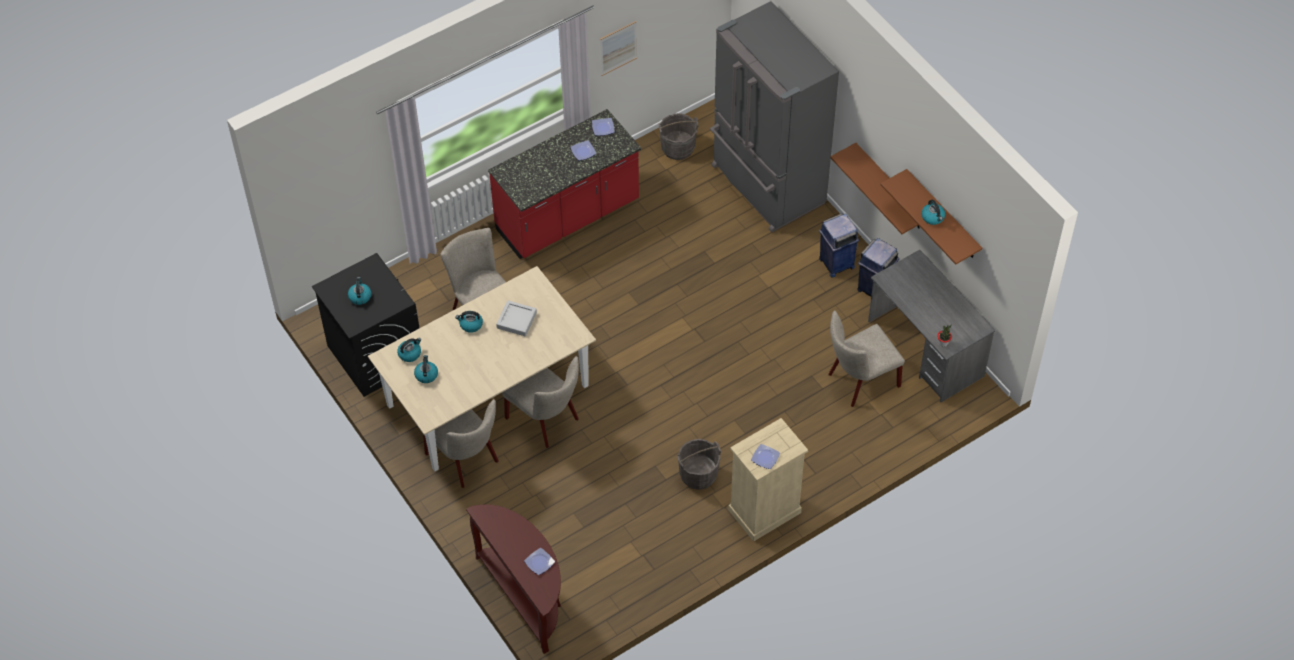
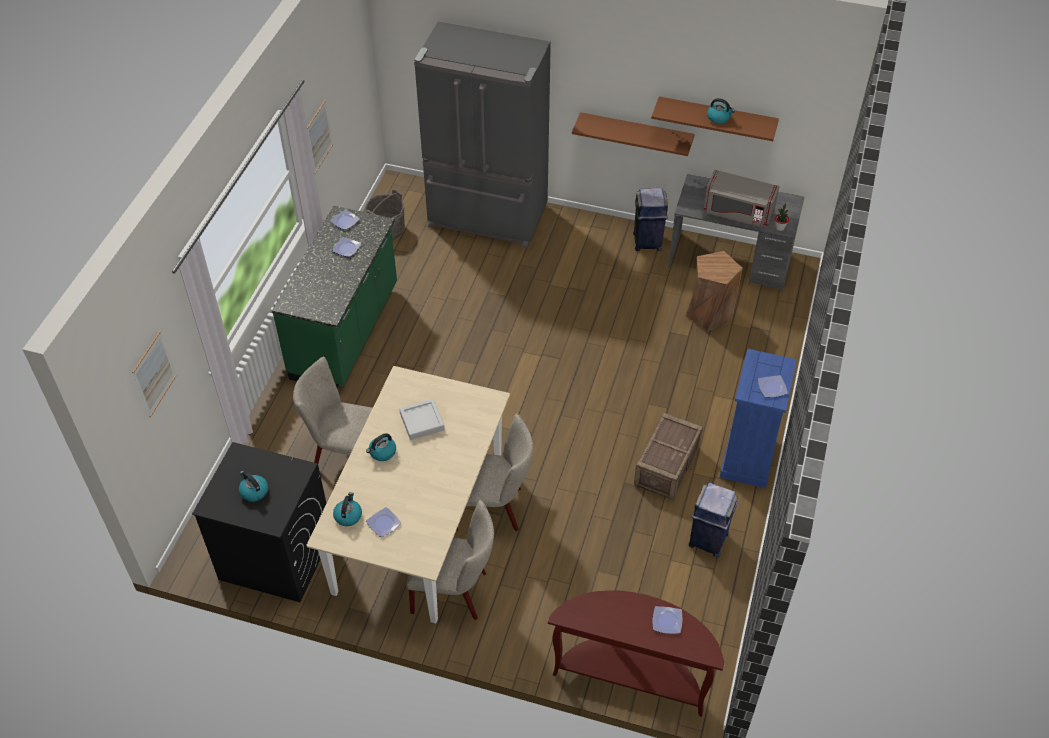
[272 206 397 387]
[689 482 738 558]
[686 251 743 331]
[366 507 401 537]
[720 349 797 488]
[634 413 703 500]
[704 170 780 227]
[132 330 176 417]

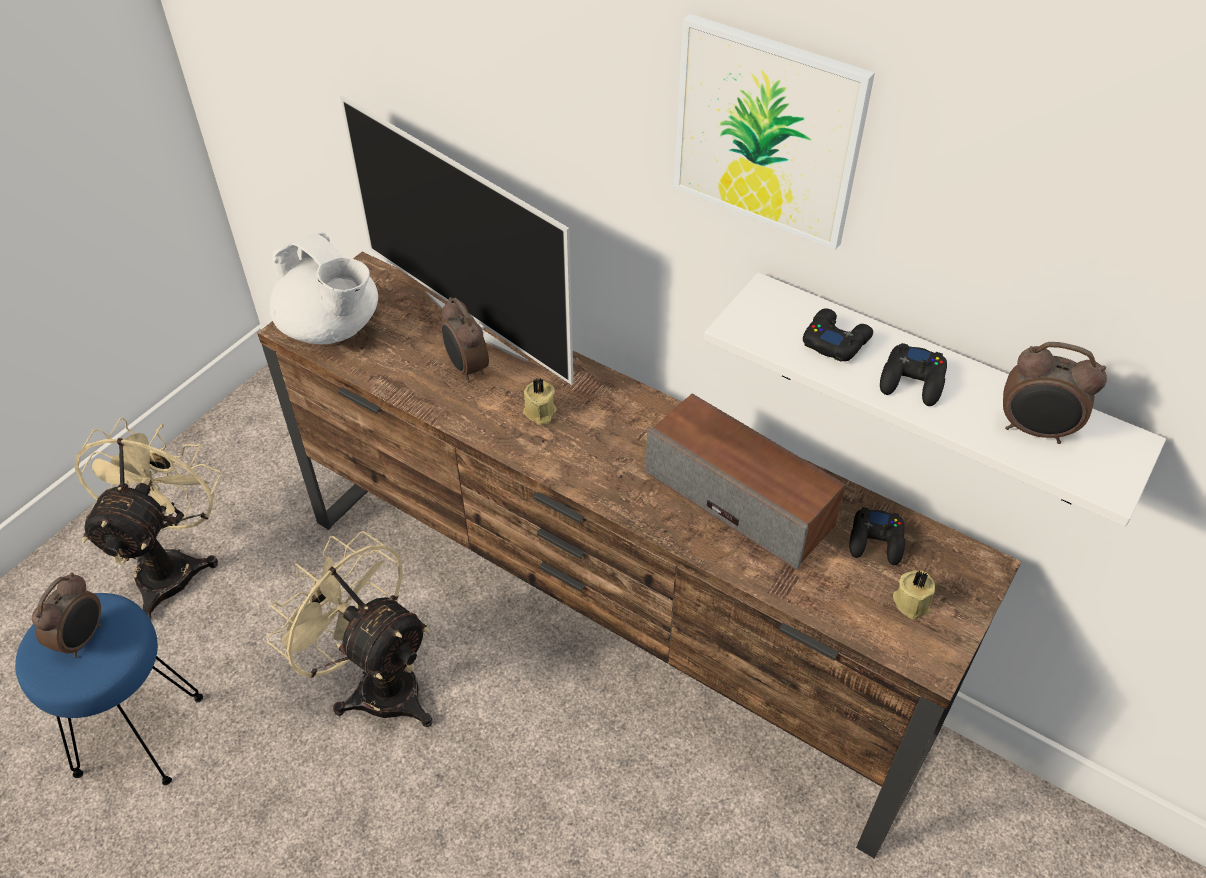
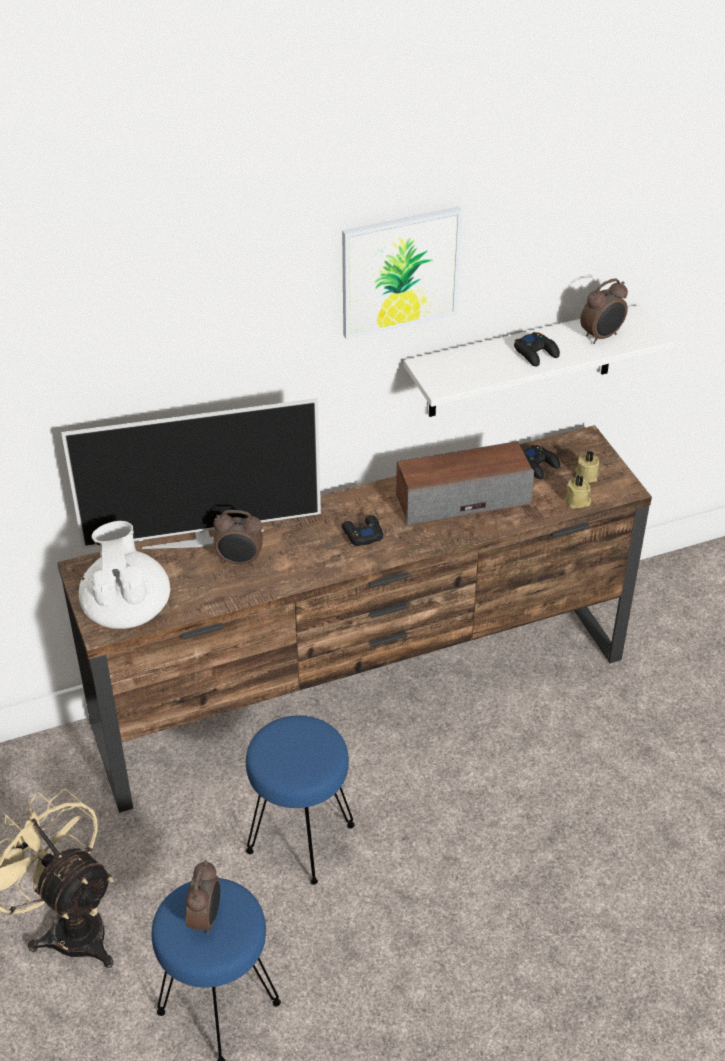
[79 521 170 629]
[342 515 383 546]
[564 475 591 509]
[246 716 355 885]
[185 860 220 935]

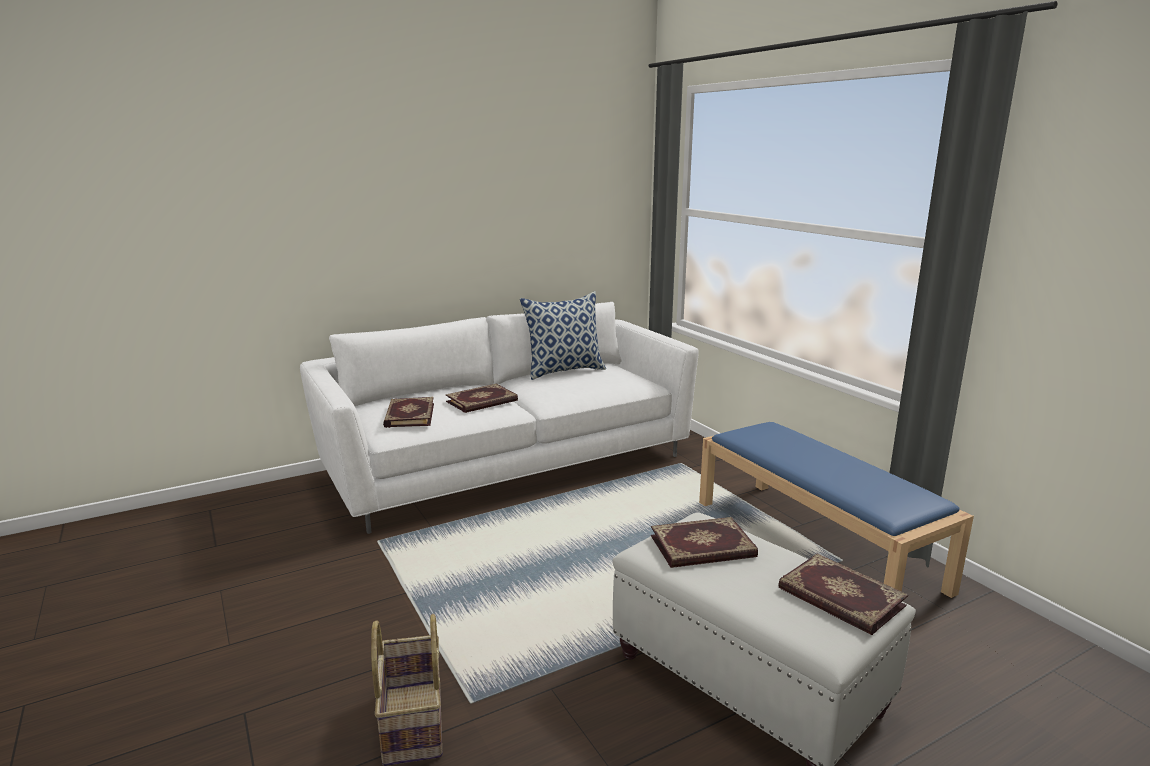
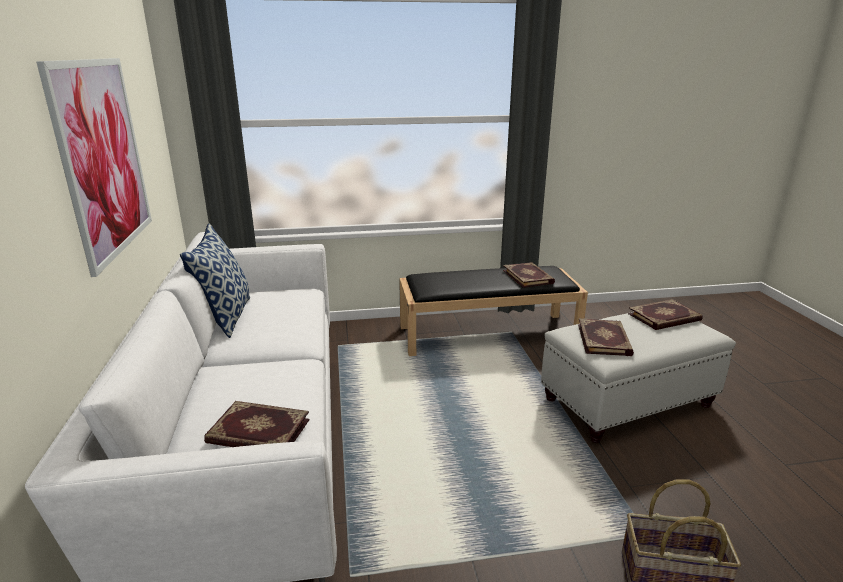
[503 262 555 288]
[399 266 588 356]
[36 58 152 277]

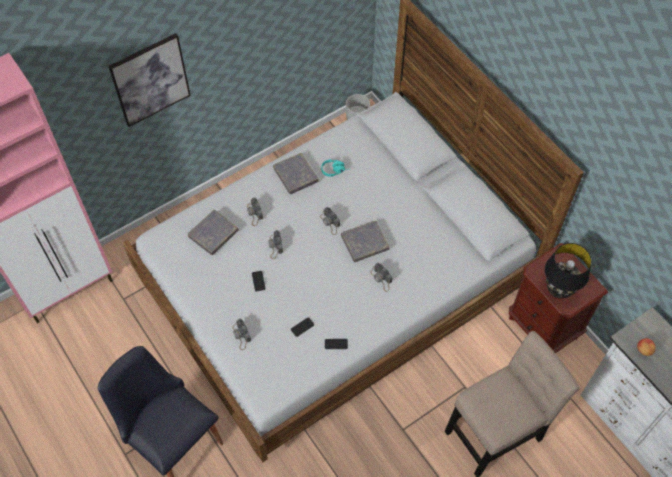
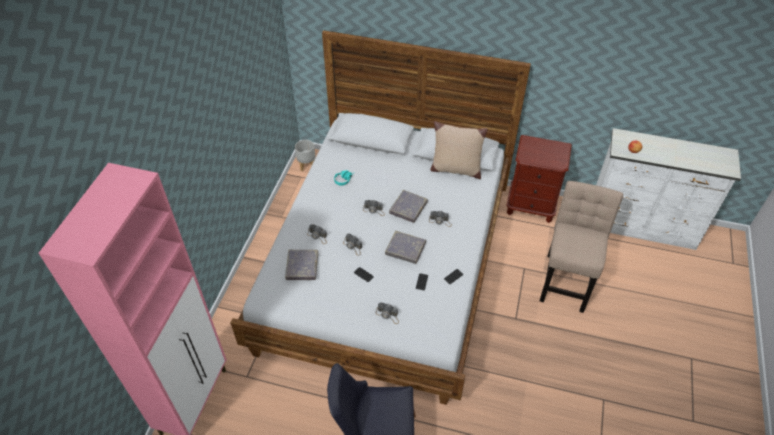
[109 33 191 127] (first image)
[385 231 426 264]
[545 243 592 299] (first image)
[430 121 488 179]

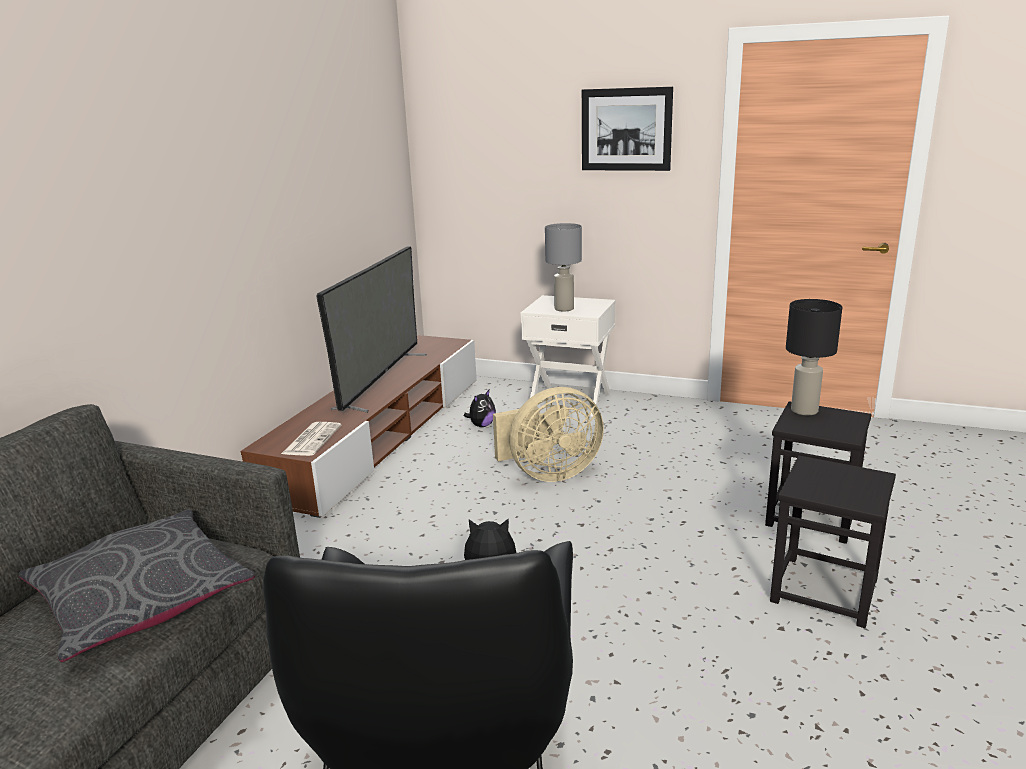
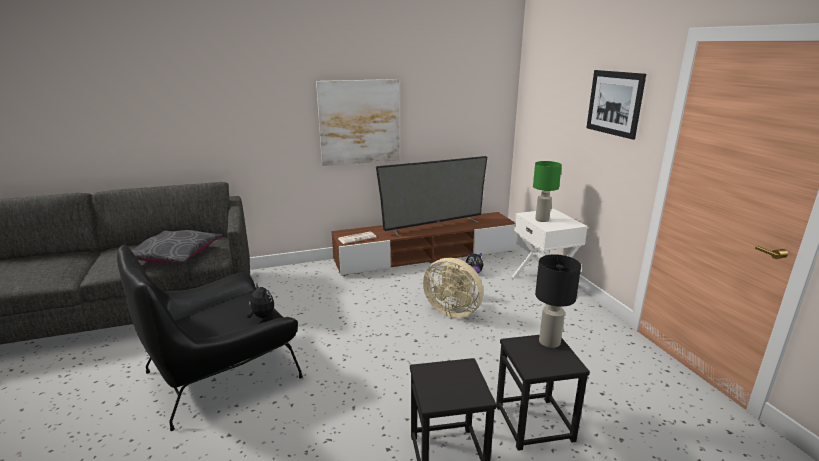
[533 161 562 222]
[316 79 400 166]

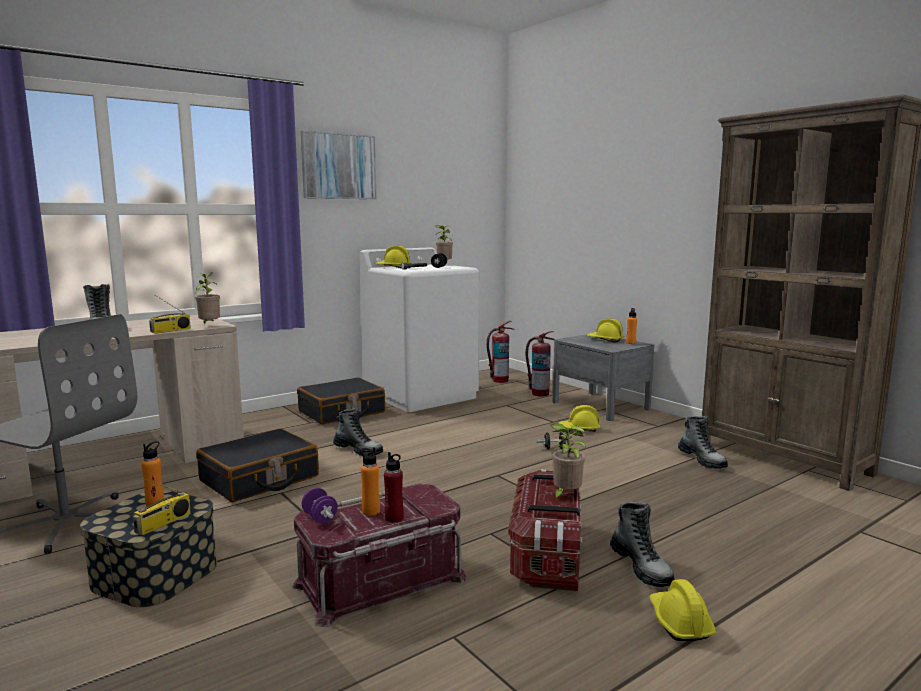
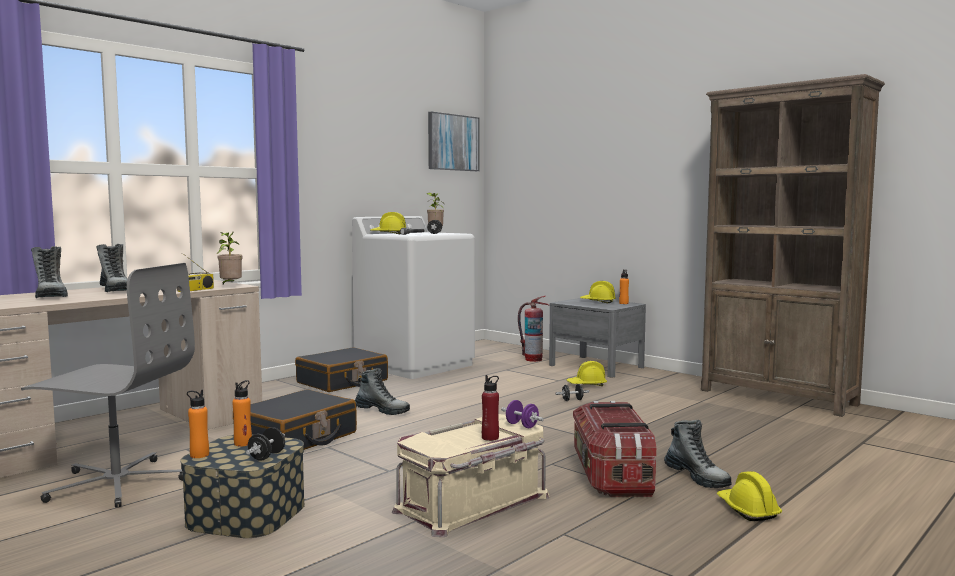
[428 111 480 171]
[487 321 514 383] (first image)
[31 246 68 298]
[551 423 586 500] (first image)
[187 390 209 458]
[246 427 285 461]
[392 414 549 537]
[501 400 544 428]

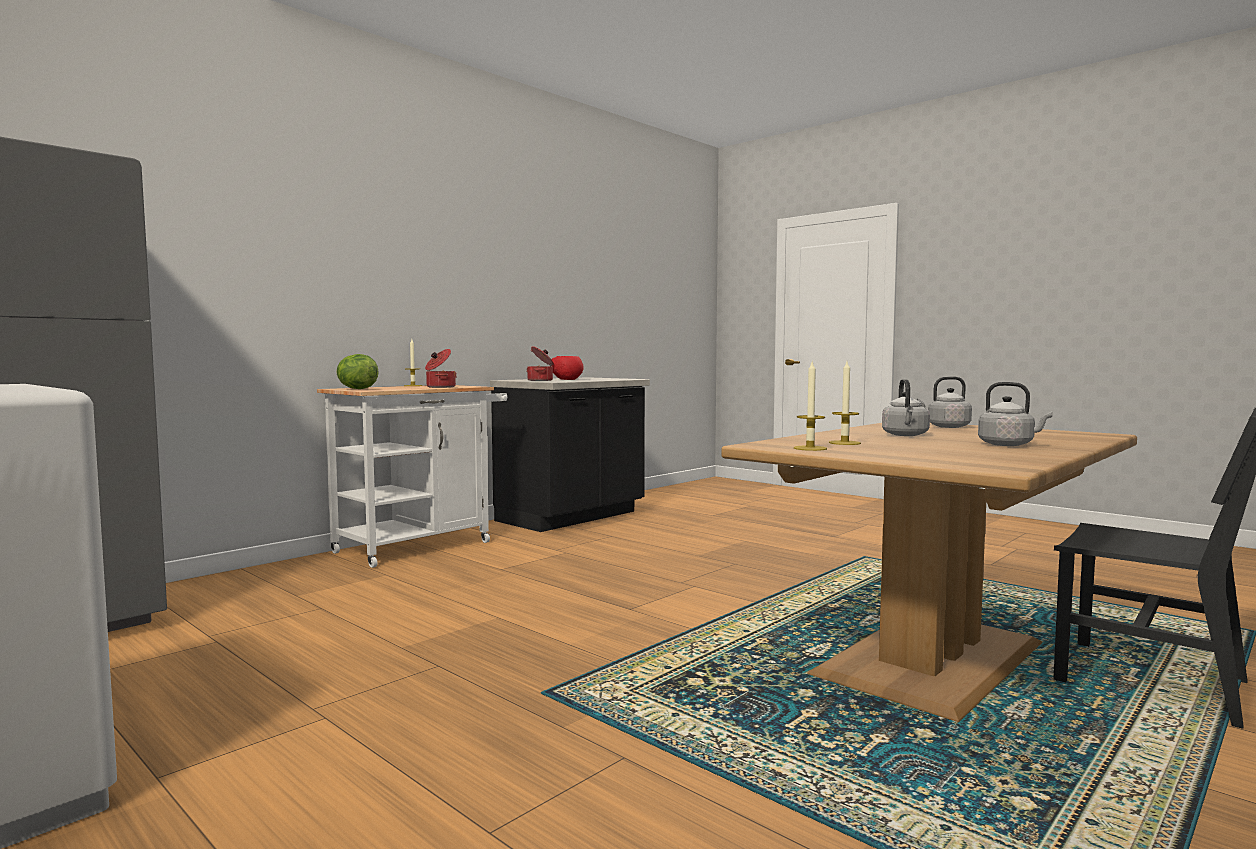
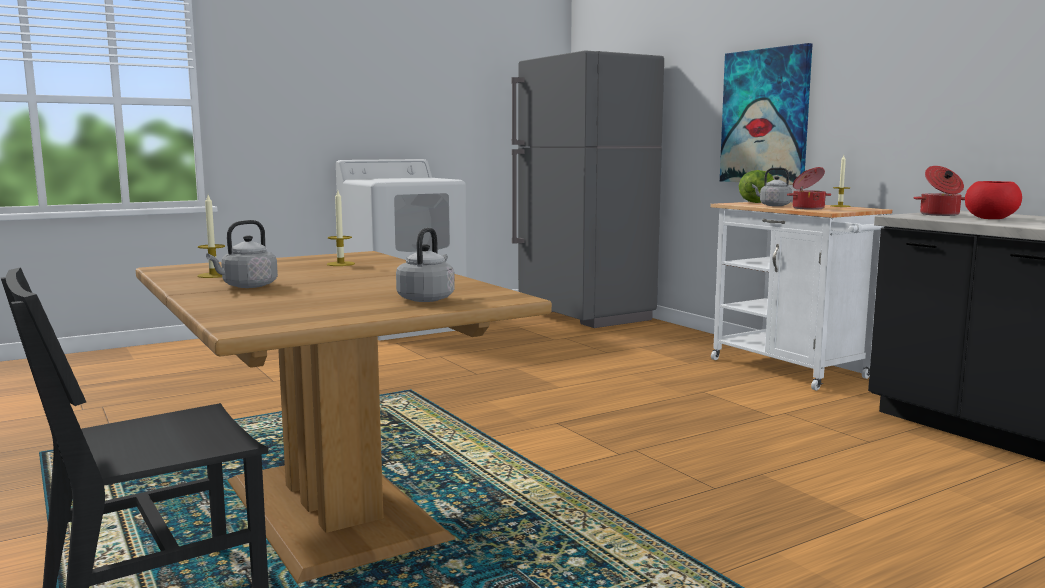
[197 195 225 278]
[752 167 792 206]
[720 43 812 185]

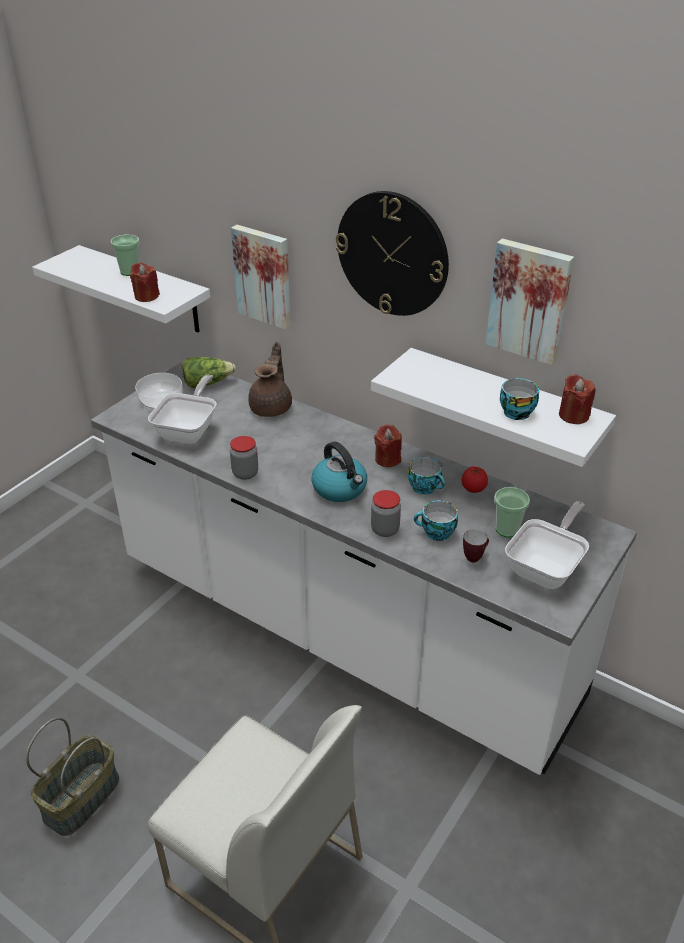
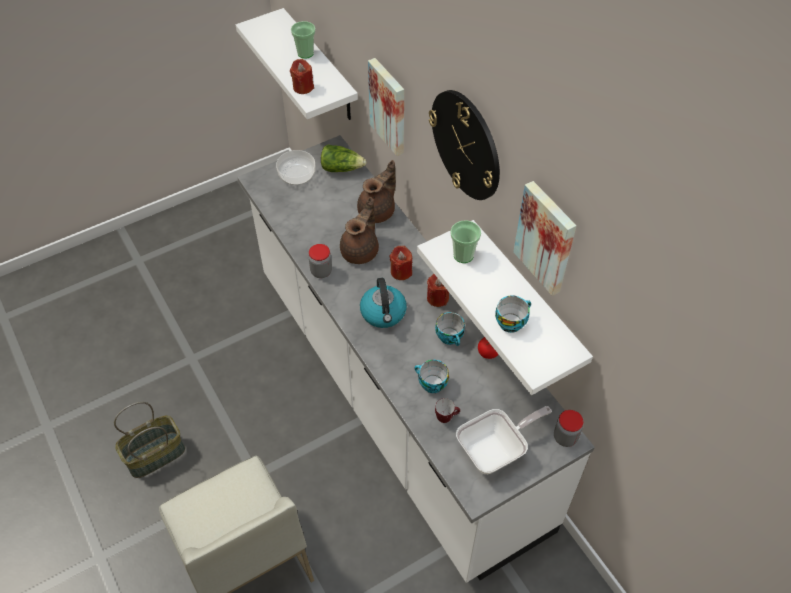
[389 246 413 280]
[148 375 217 444] (first image)
[450 220 481 263]
[554 410 583 447]
[340 197 379 264]

